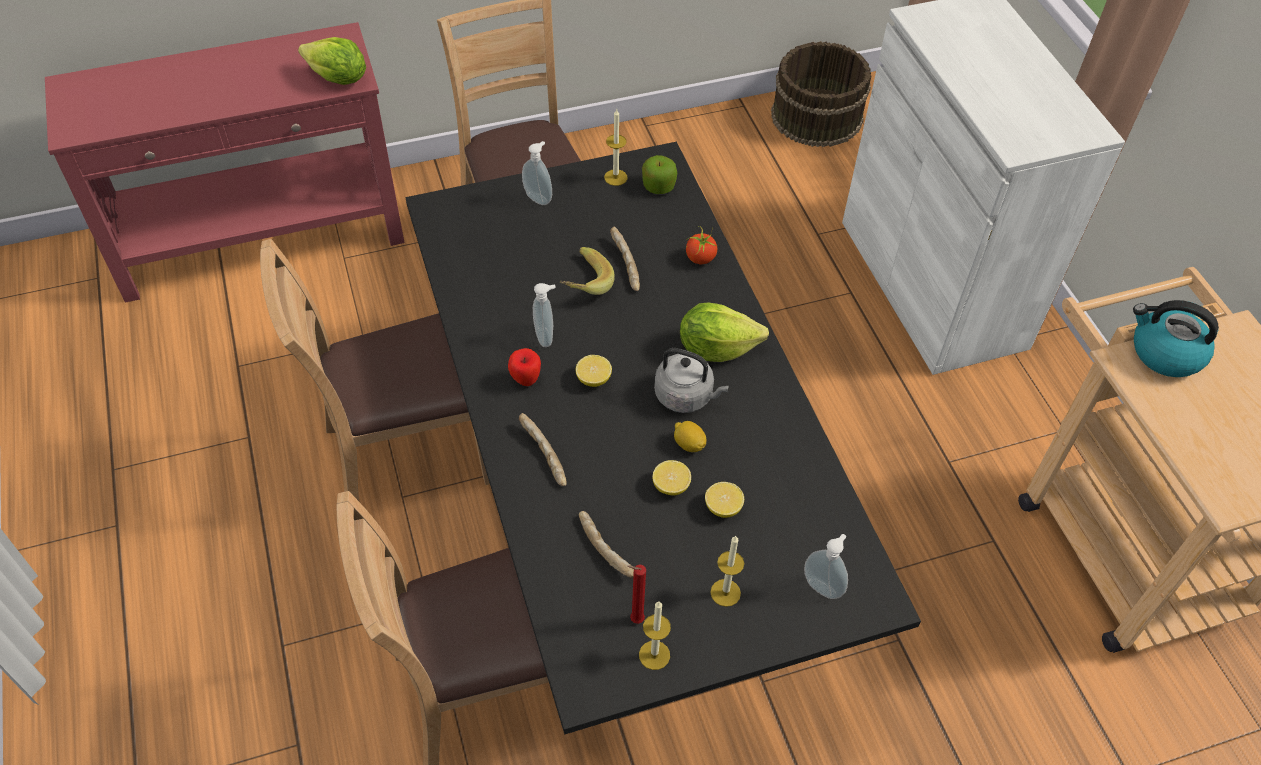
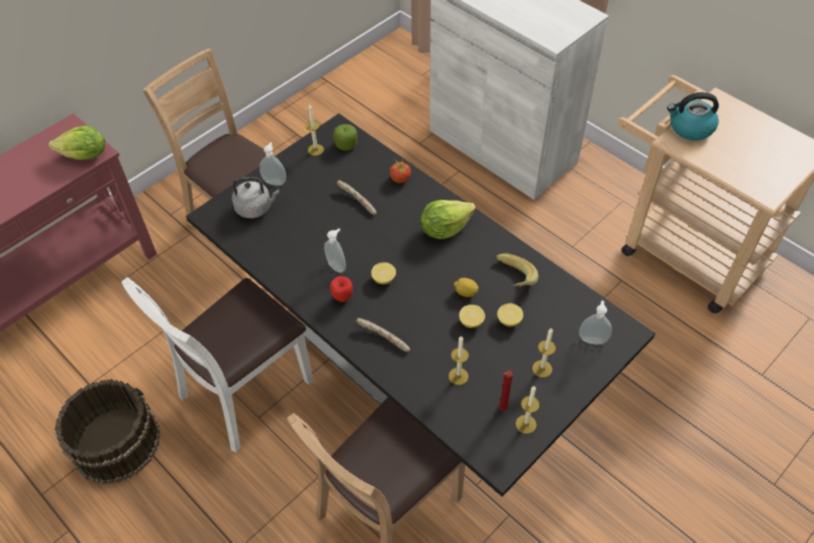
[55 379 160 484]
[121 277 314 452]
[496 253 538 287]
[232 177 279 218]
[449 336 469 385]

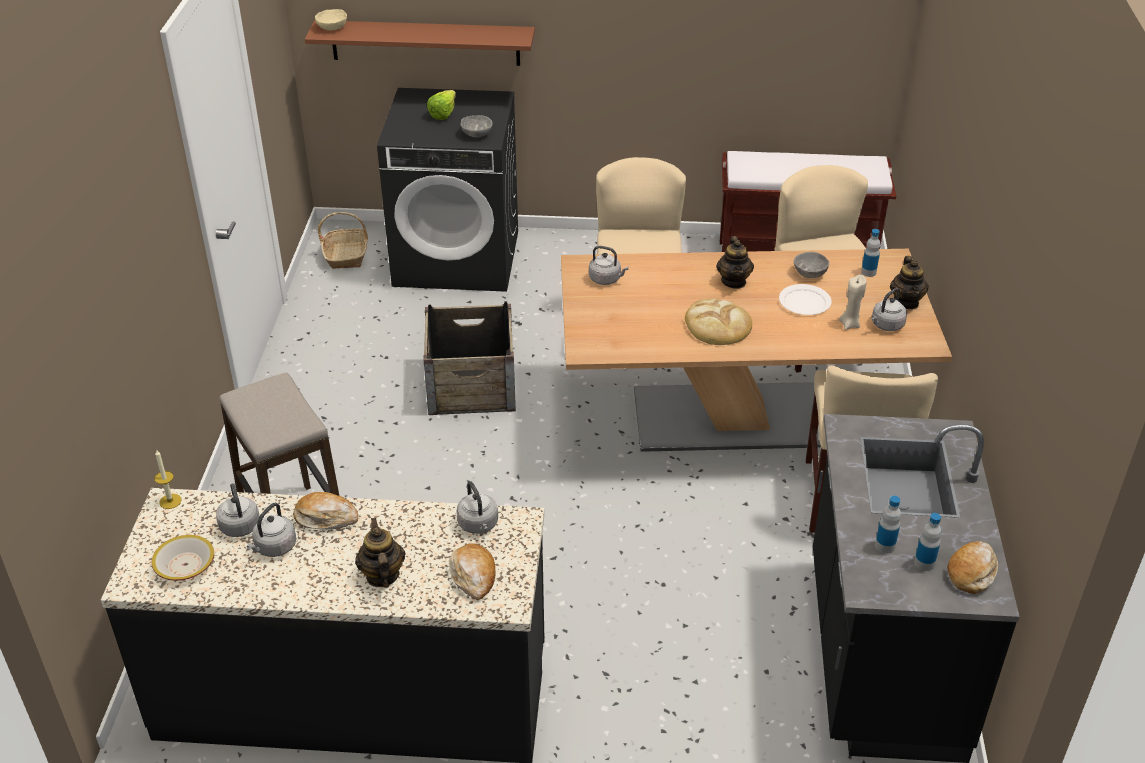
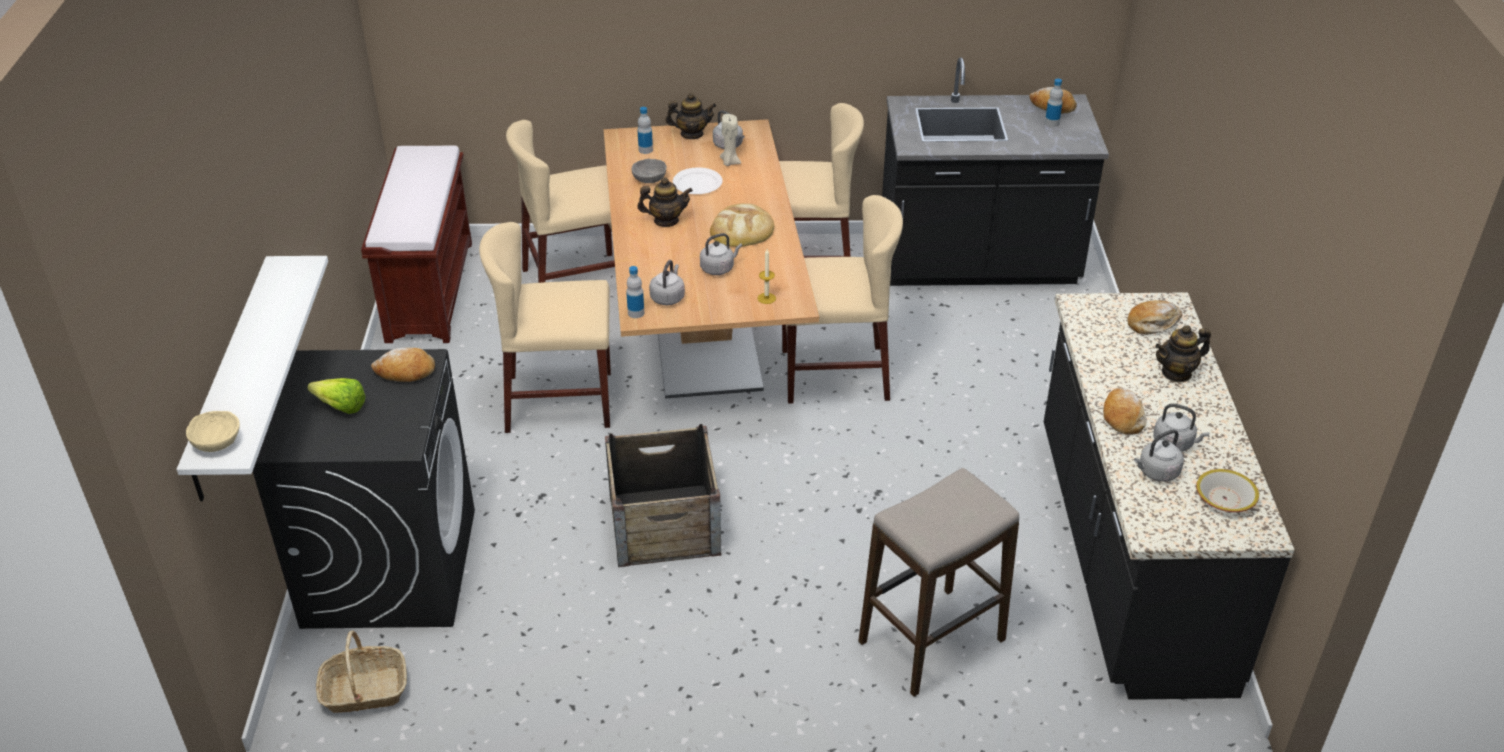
[177 256 328 501]
[371 348 435 382]
[758 249 776 304]
[700 233 742 275]
[626 266 644 318]
[782 195 903 404]

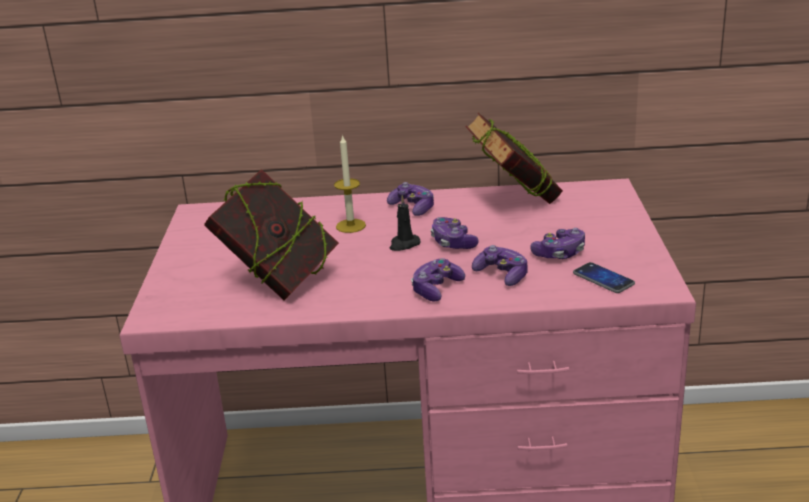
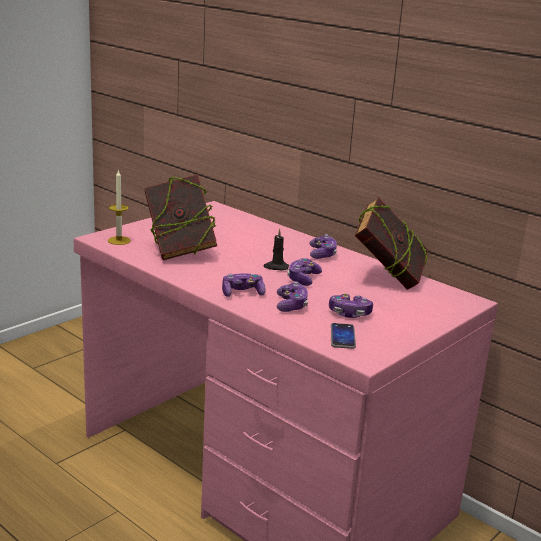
[108 169 131 245]

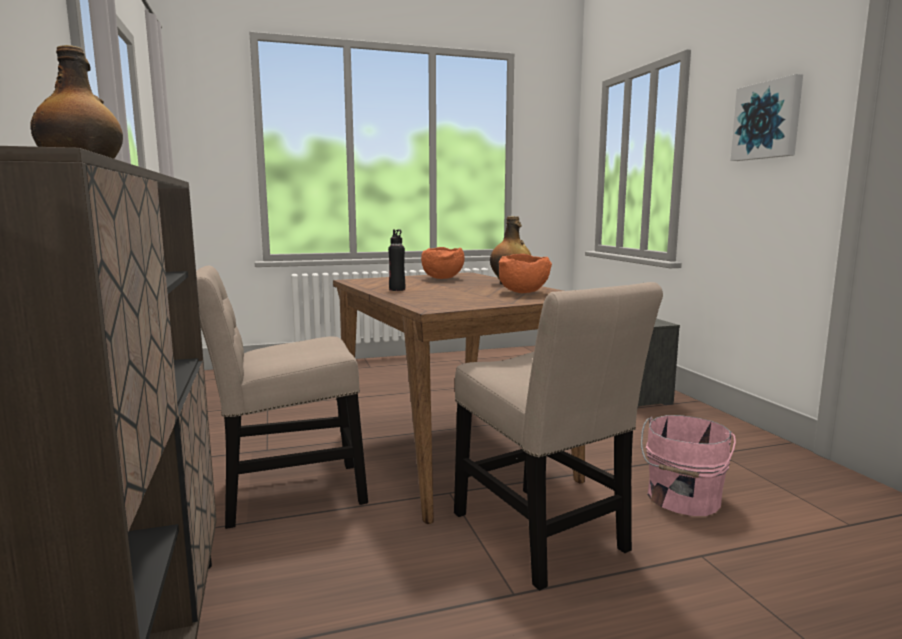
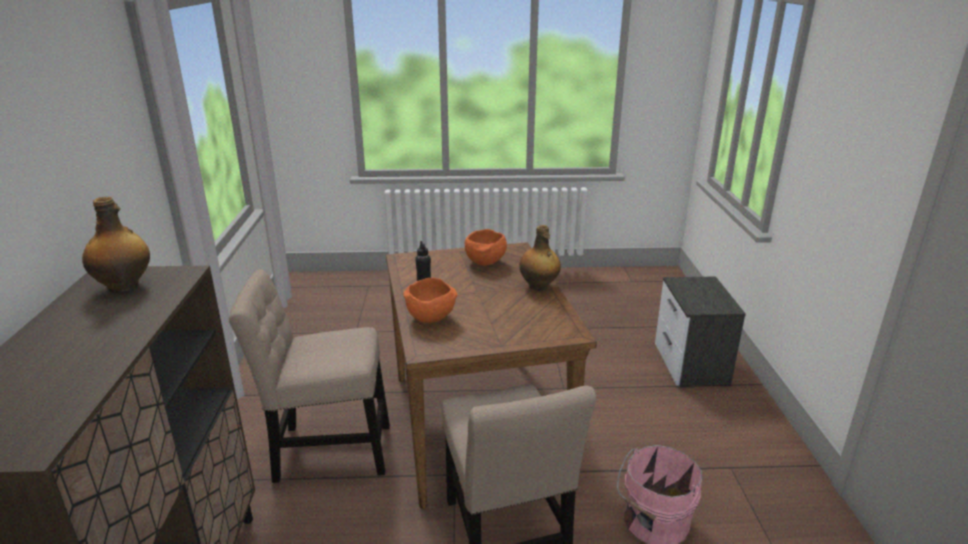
[730 74 803 161] (first image)
[403 278 458 323]

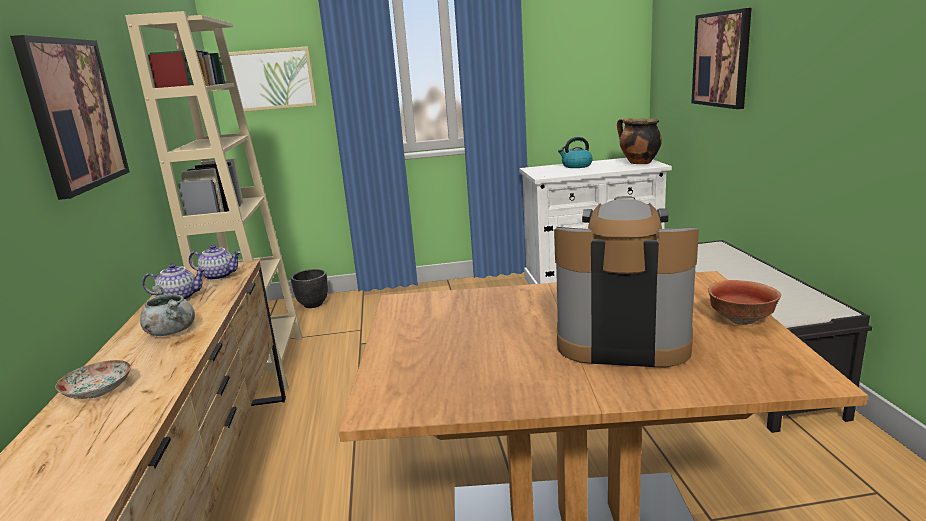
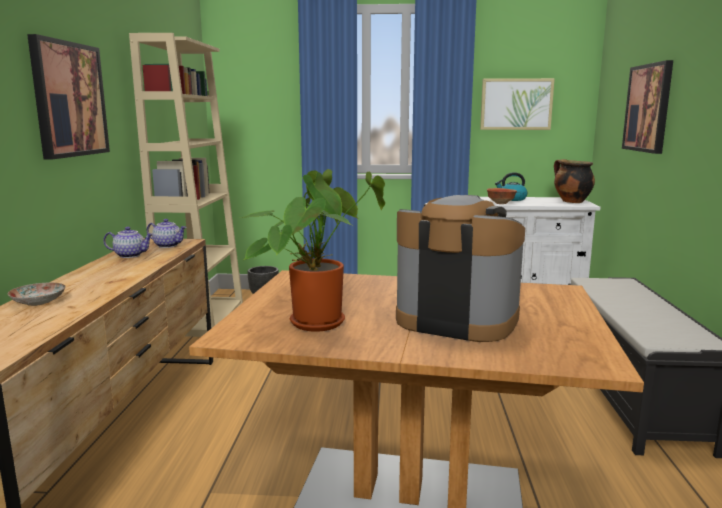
[480 78 555 130]
[487 188 517 204]
[140 285 195 336] (first image)
[242 169 385 331]

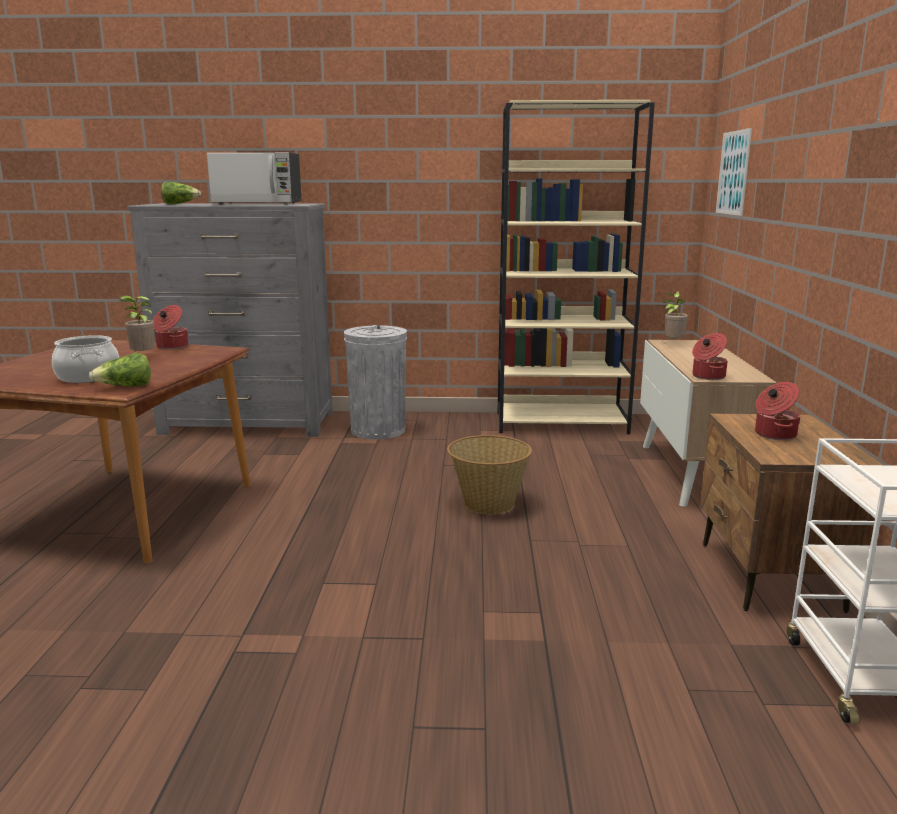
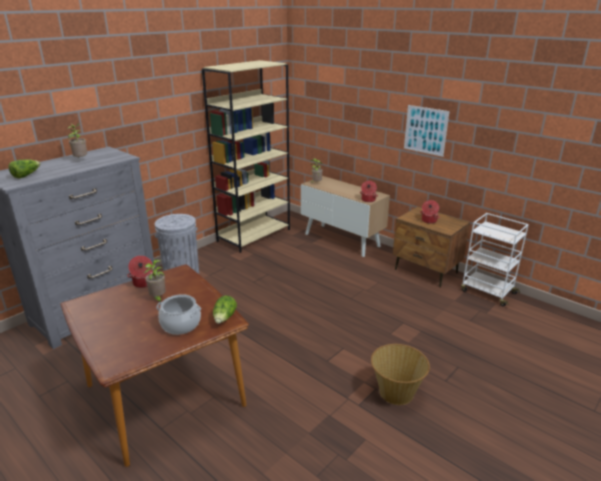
[404 105 449 157]
[67 123 87 158]
[371 344 430 405]

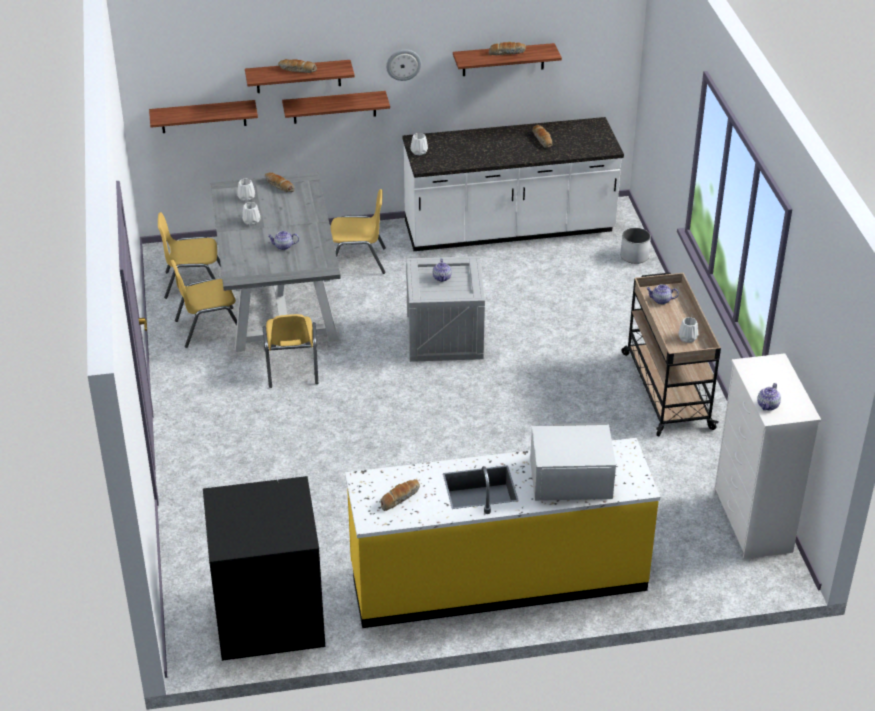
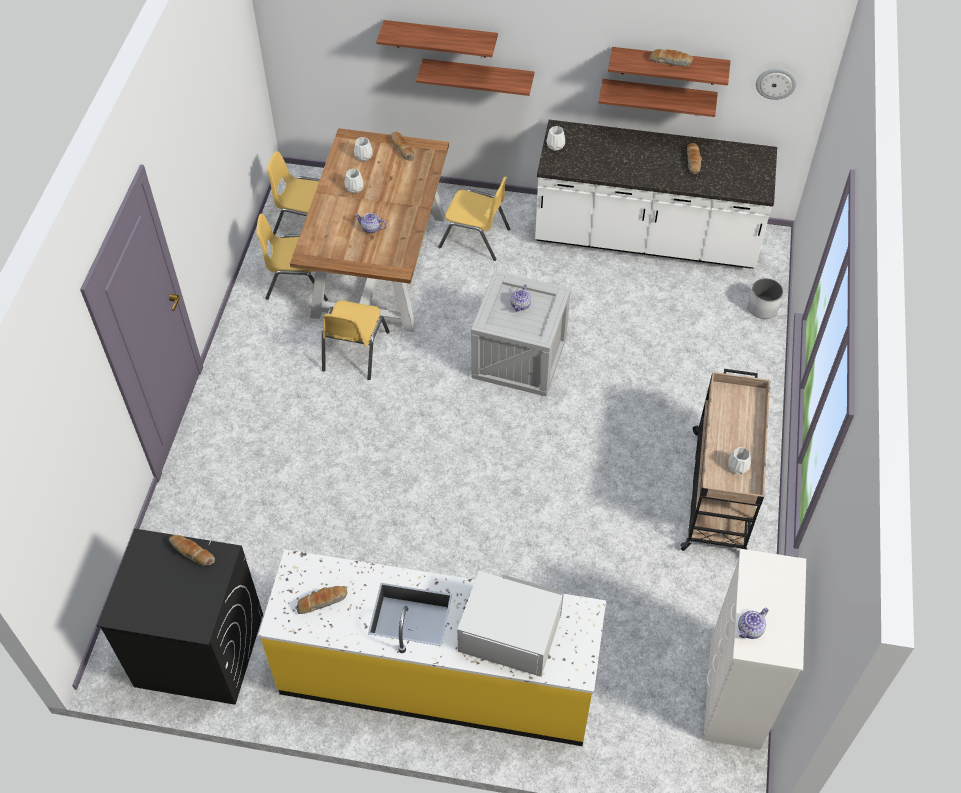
[756 68 797 100]
[169 535 215 566]
[598 79 718 117]
[290 128 449 332]
[646 284 679 305] (first image)

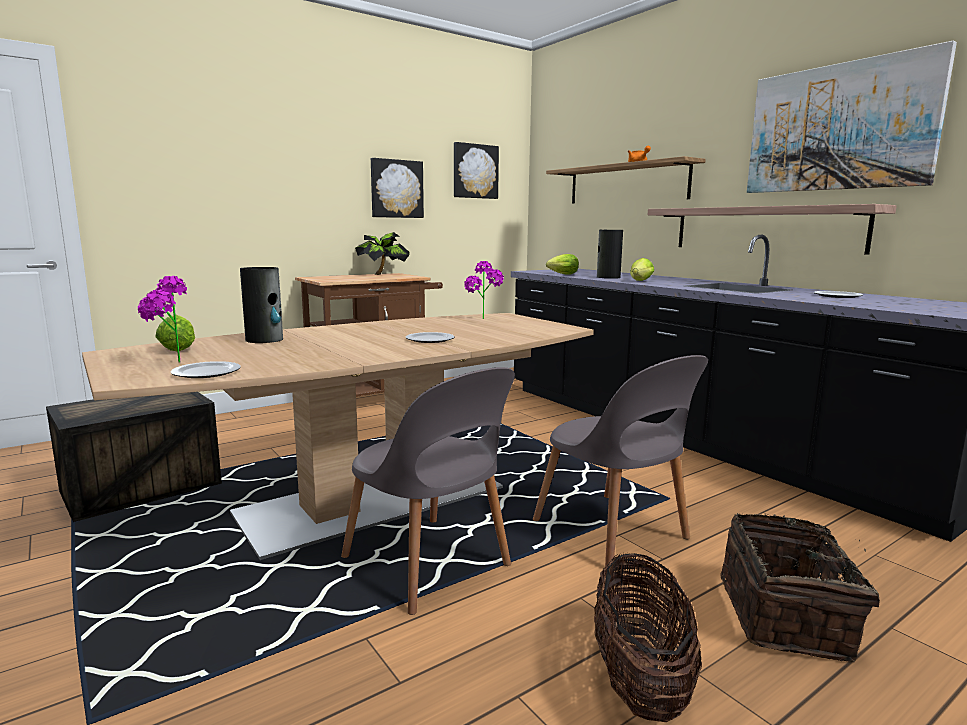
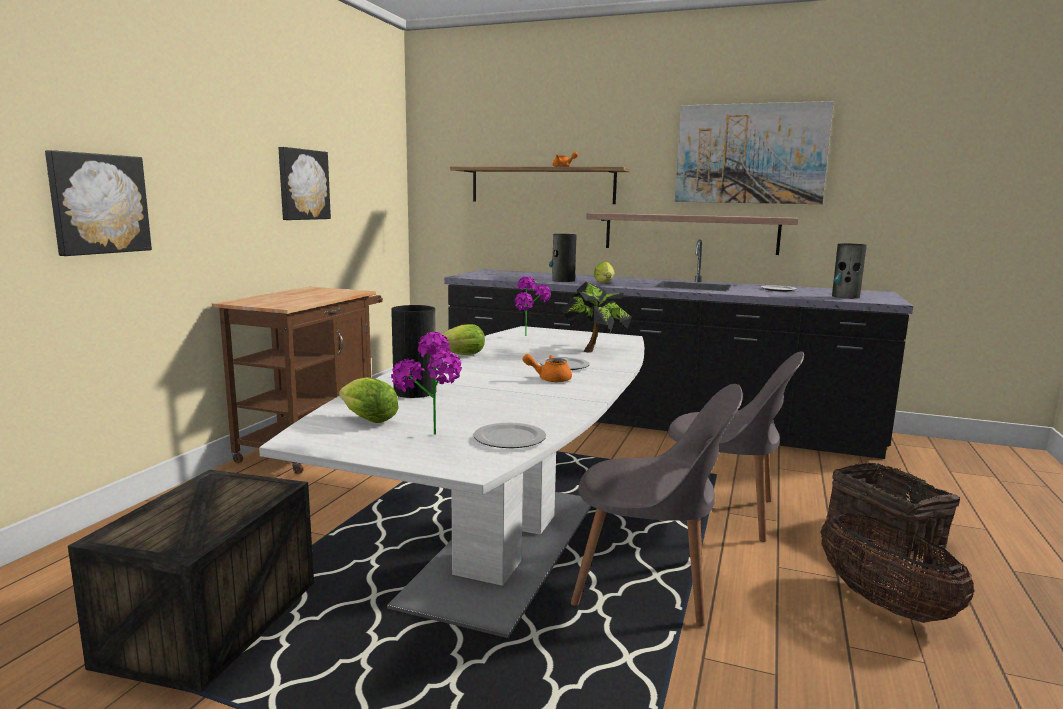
[45 150 152 256]
[559 282 632 352]
[439 324 485 355]
[259 326 644 638]
[832 243 867 299]
[522 354 572 382]

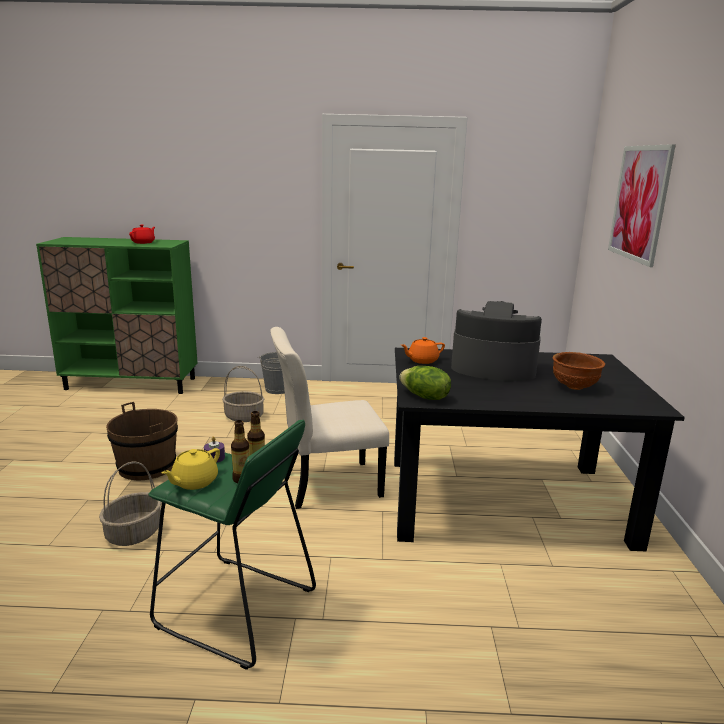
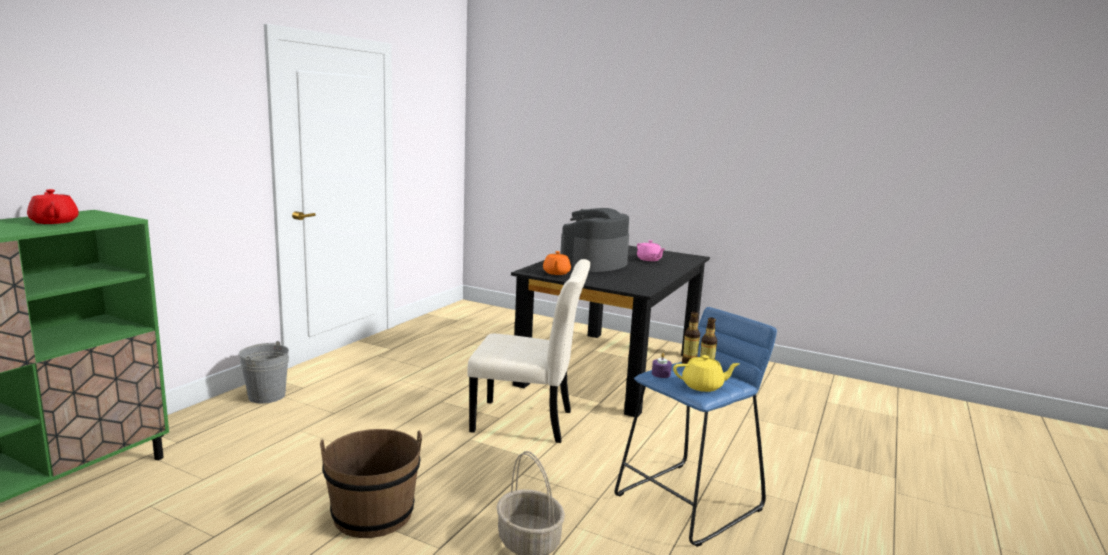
[608 144 676 267] (first image)
[467 259 590 443]
[637 240 665 261]
[222 366 264 422] (first image)
[399 366 451 400] (first image)
[615 307 777 547]
[673 355 740 392]

